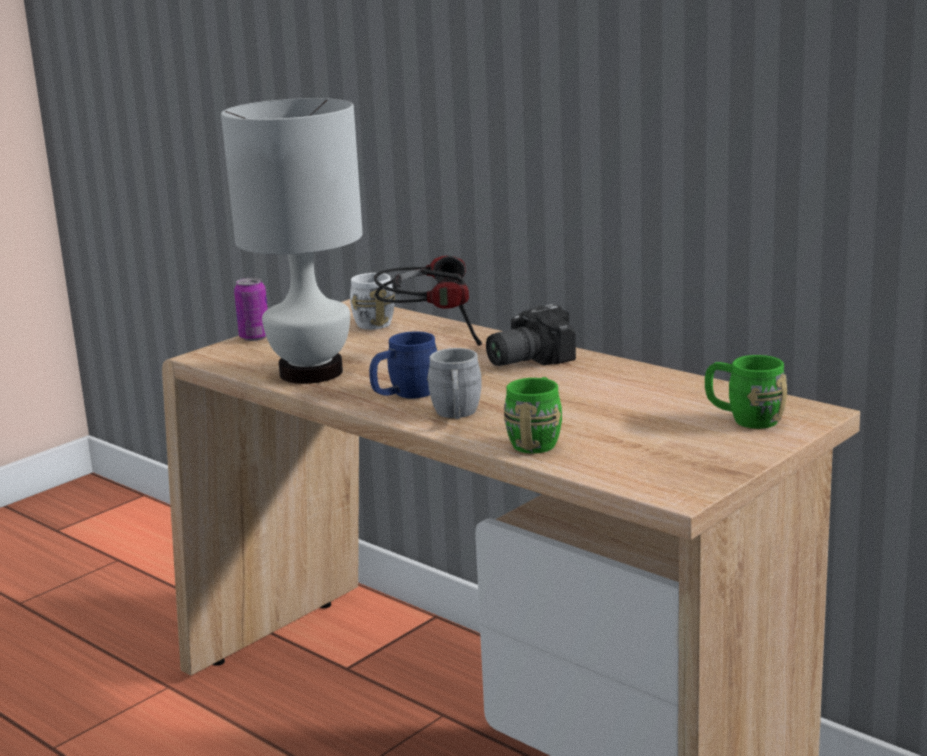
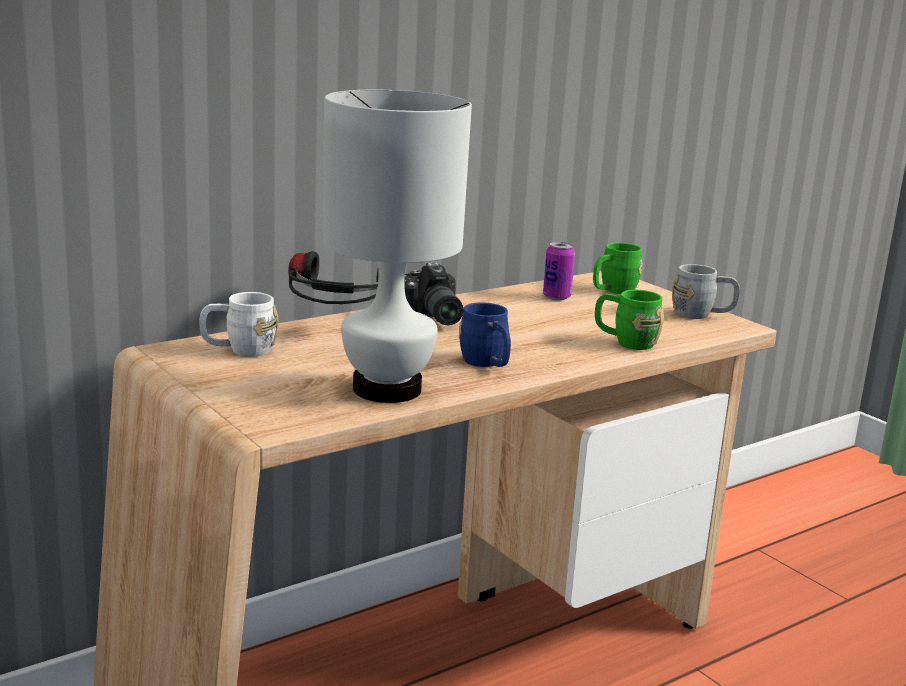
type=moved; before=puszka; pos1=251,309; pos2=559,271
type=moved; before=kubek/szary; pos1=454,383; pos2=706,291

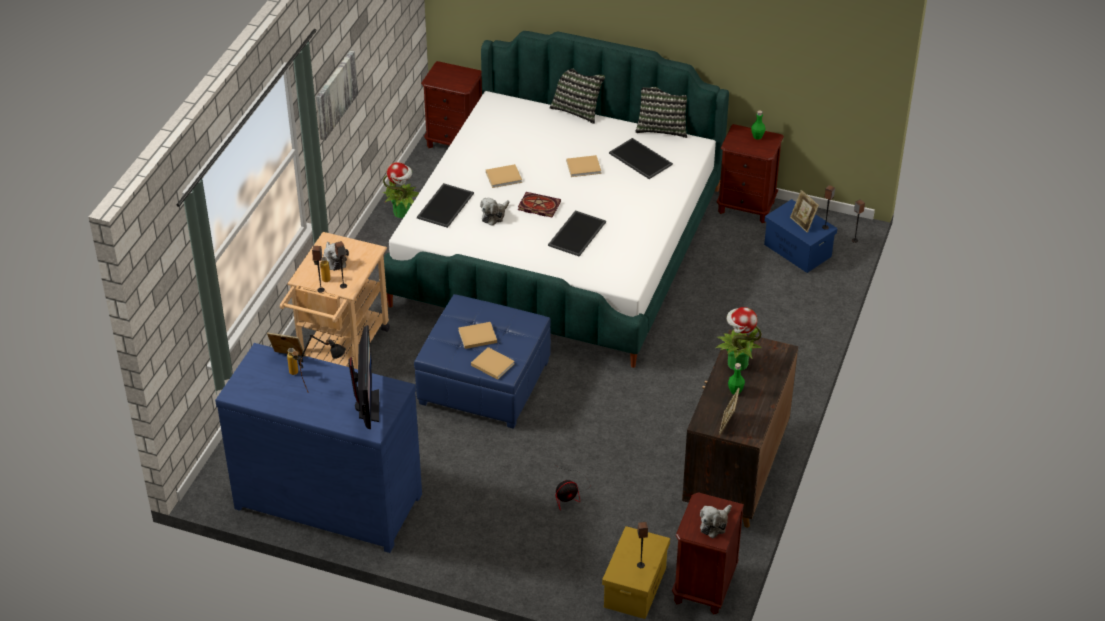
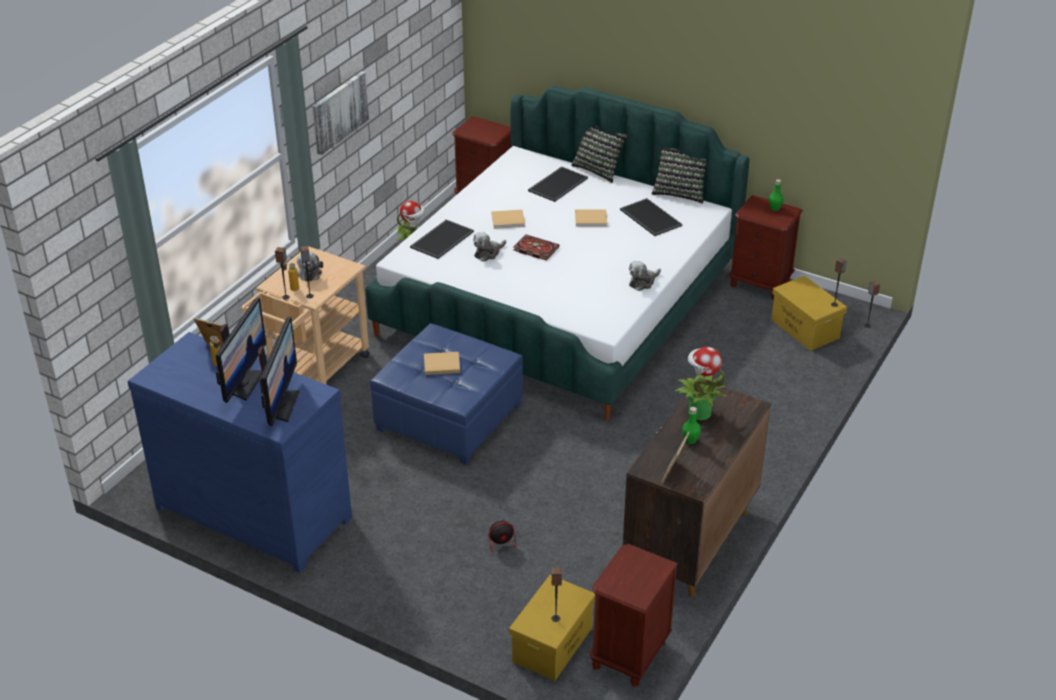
type=removed; before=ramka na zdjęcie; pos1=804,211
type=recoloured; before=pojemnik do przechowywania/niebieski; after=pojemnik do przechowywania/żółty; pos1=800,236; pos2=809,313
type=moved; before=taca; pos1=577,233; pos2=558,184
type=replaced; before=lampa stołowa/czarny; after=monitor; pos1=322,363; pos2=240,350
type=removed; before=książka/beżowy; pos1=493,363
type=moved; before=pluszak; pos1=716,521; pos2=645,276

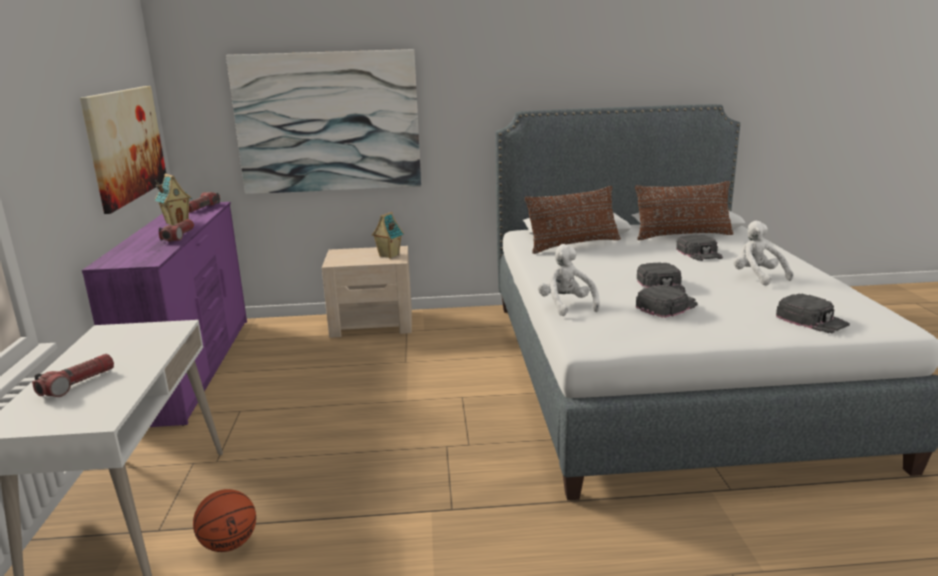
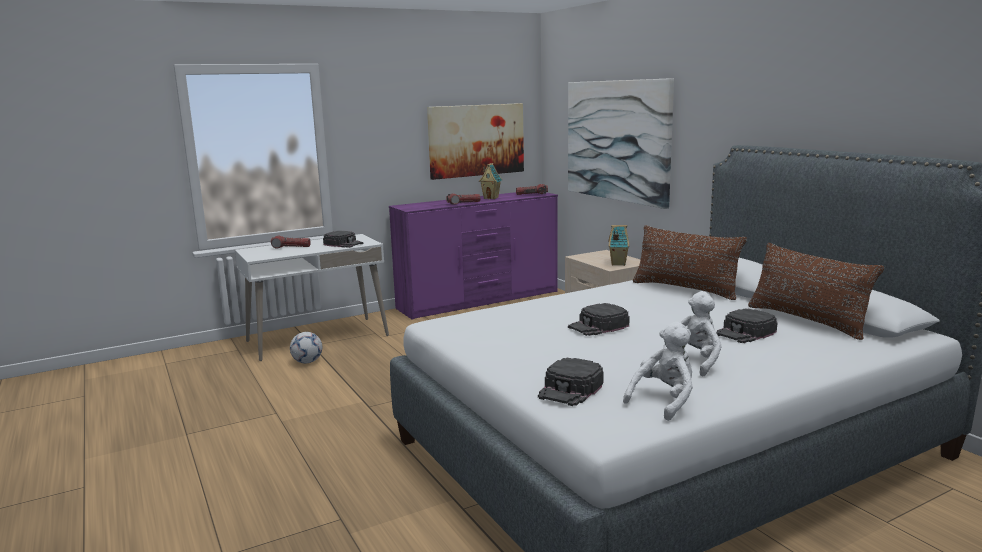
type=moved; before=pluszak/biały; pos1=569,280; pos2=658,371
type=moved; before=czapka z daszkiem/czarny; pos1=667,301; pos2=343,239
type=replaced; before=piłka do koszykówki; after=piłka futbolowa; pos1=224,520; pos2=306,348

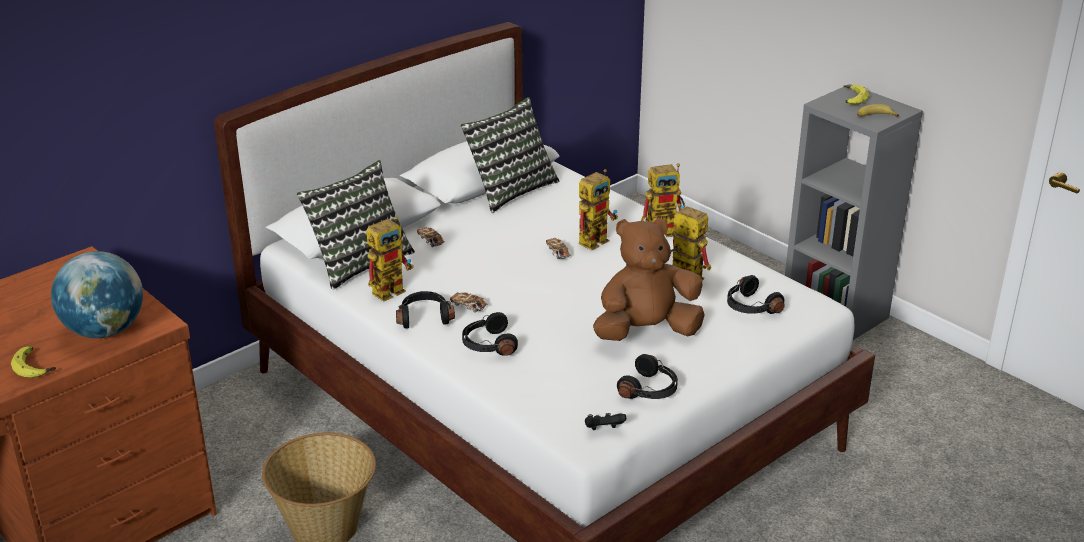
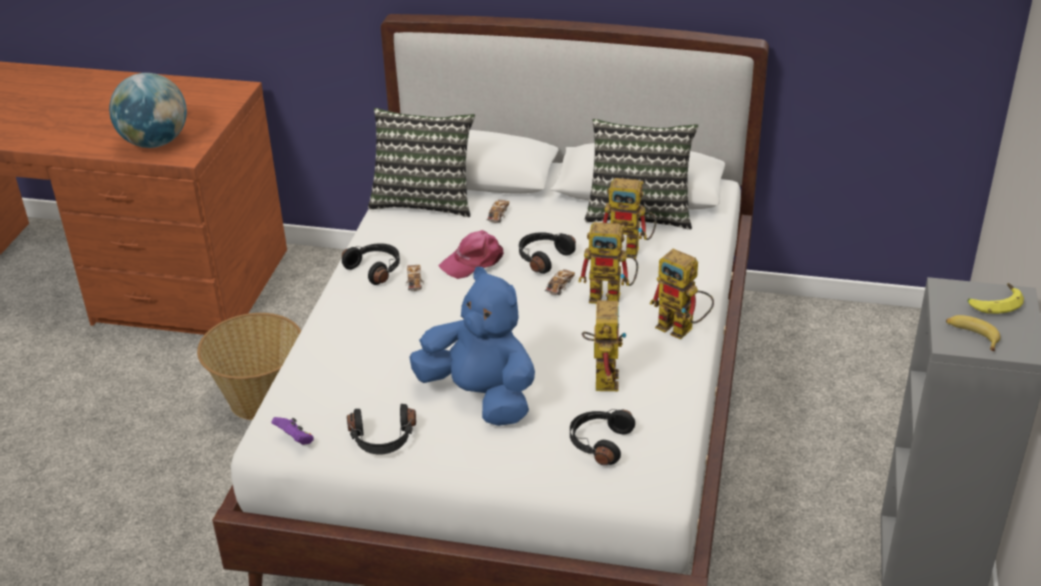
type=moved; before=robot zabawkowy; pos1=390,259; pos2=630,218
type=recoloured; before=pluszak/brązowy; after=pluszak/niebieski; pos1=649,279; pos2=472,346
type=moved; before=słuchawki/czarny; pos1=490,334; pos2=547,253
type=removed; before=banan; pos1=33,362
type=recoloured; before=pad do gier/czarny; after=pad do gier/fioletowy; pos1=605,421; pos2=292,431
type=added; after=czapka z daszkiem/różowy; pos2=471,254

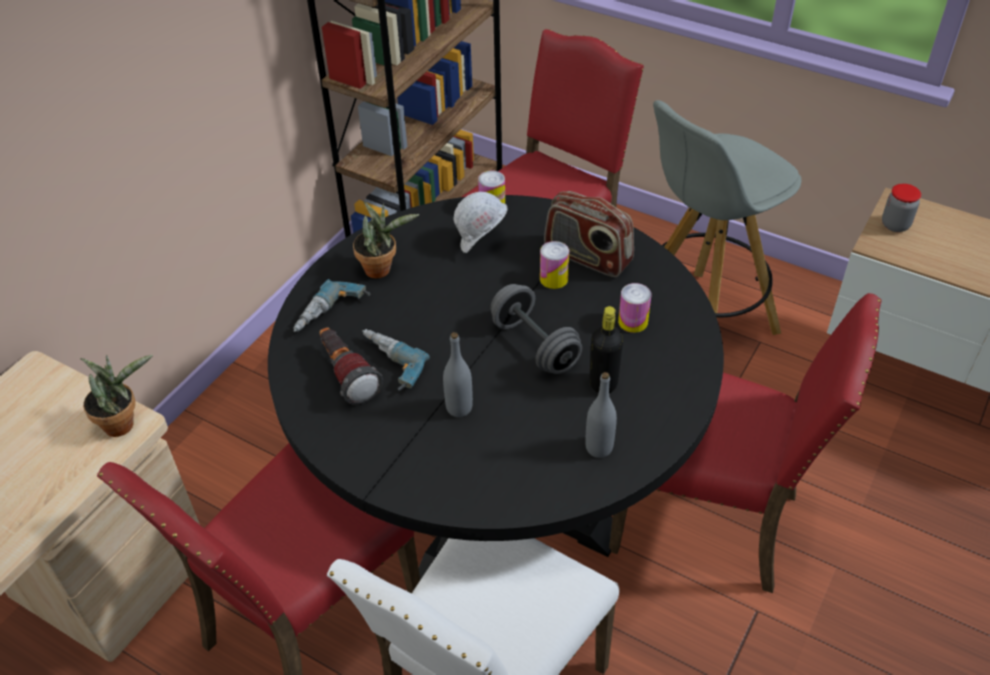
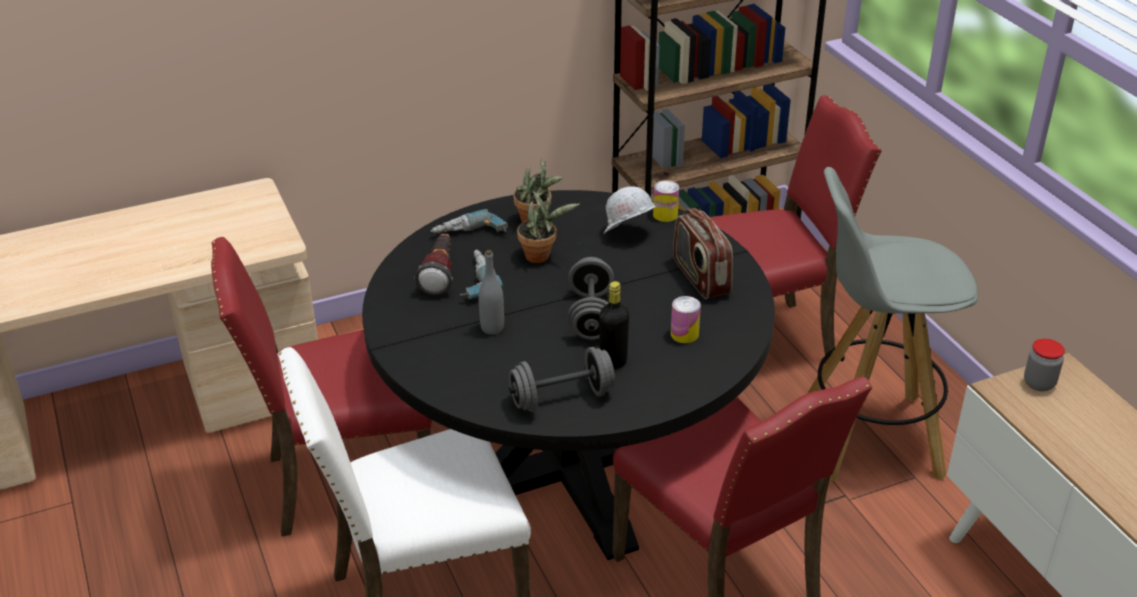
type=removed; before=puszka; pos1=554,265
type=moved; before=roślina doniczkowa; pos1=116,396; pos2=548,227
type=replaced; before=butelka/szary; after=hantel/szary; pos1=601,415; pos2=562,379

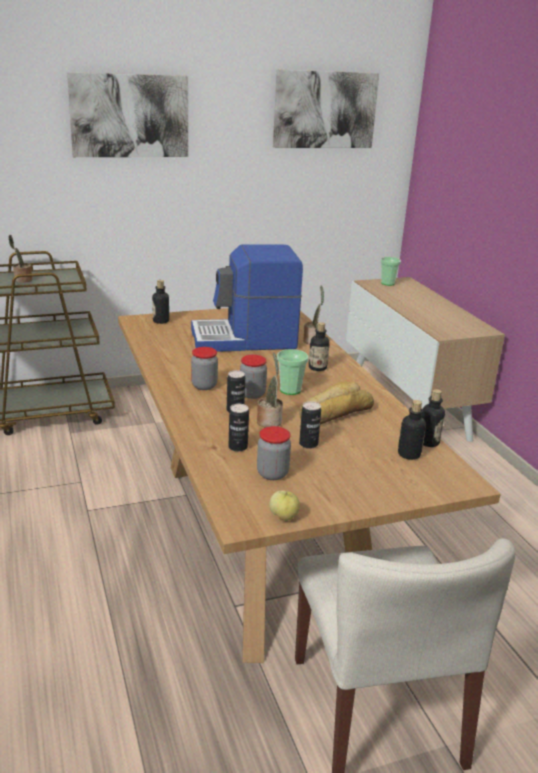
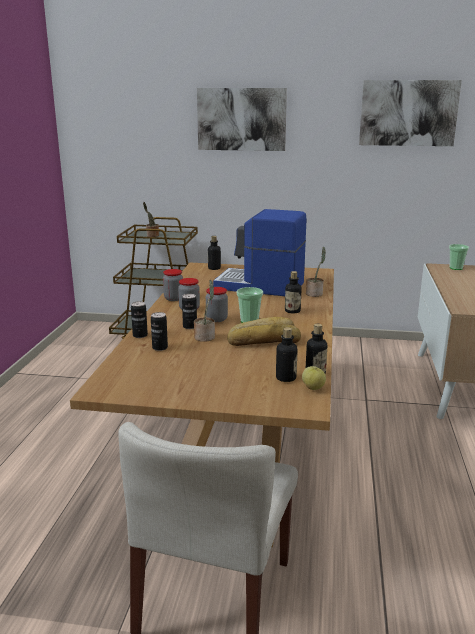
type=moved; before=puszka; pos1=310,425; pos2=139,319
type=moved; before=słoik; pos1=274,453; pos2=173,285
type=moved; before=jabłko; pos1=284,505; pos2=314,378

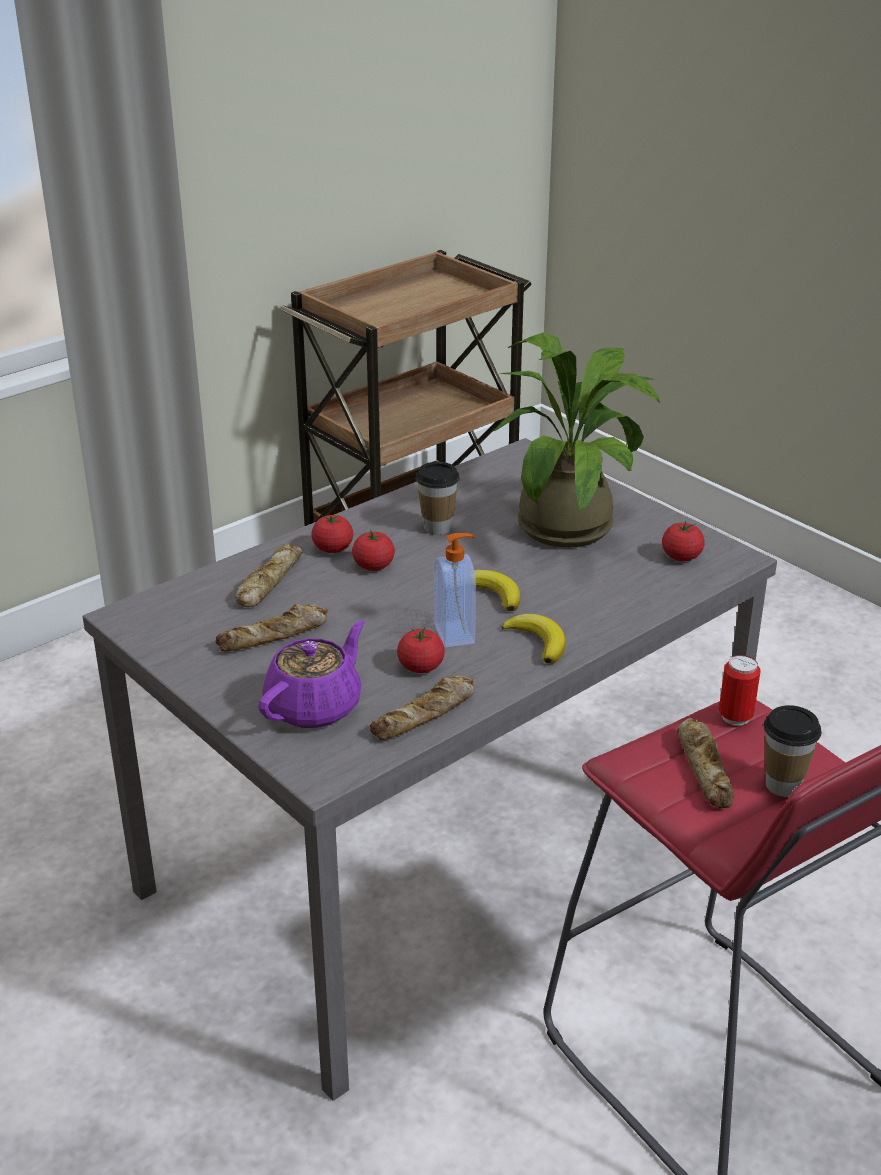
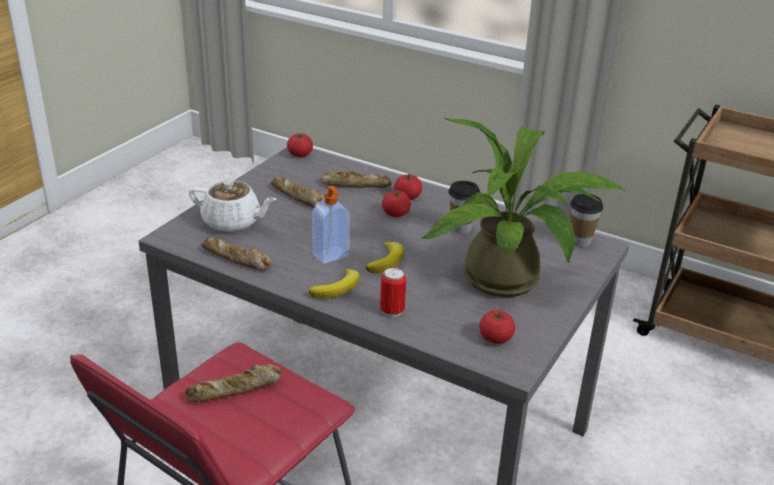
type=recoloured; before=imbryk/fioletowy; after=imbryk/biały; pos1=311,674; pos2=233,206
type=moved; before=pomidor; pos1=421,650; pos2=300,145
type=moved; before=puszka; pos1=740,690; pos2=393,292
type=moved; before=filiżanka; pos1=792,751; pos2=586,220

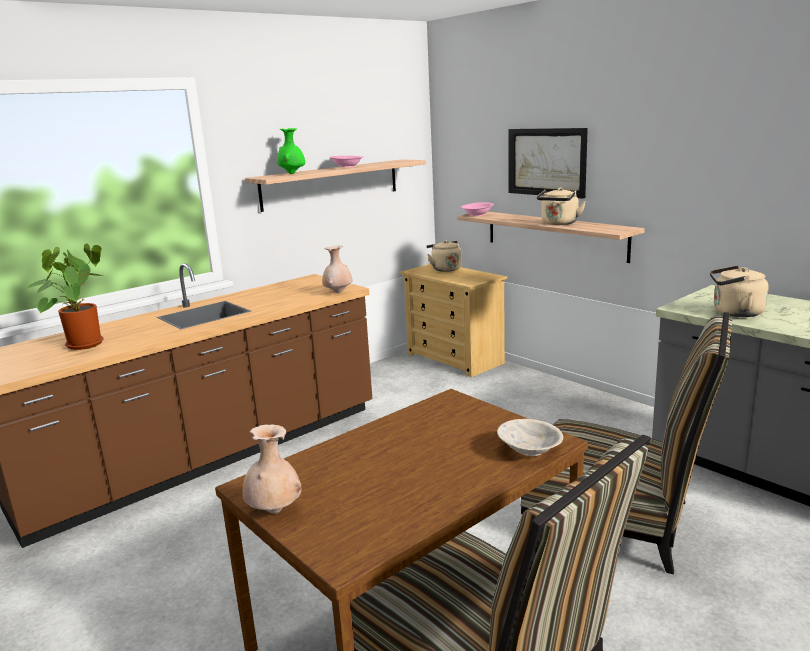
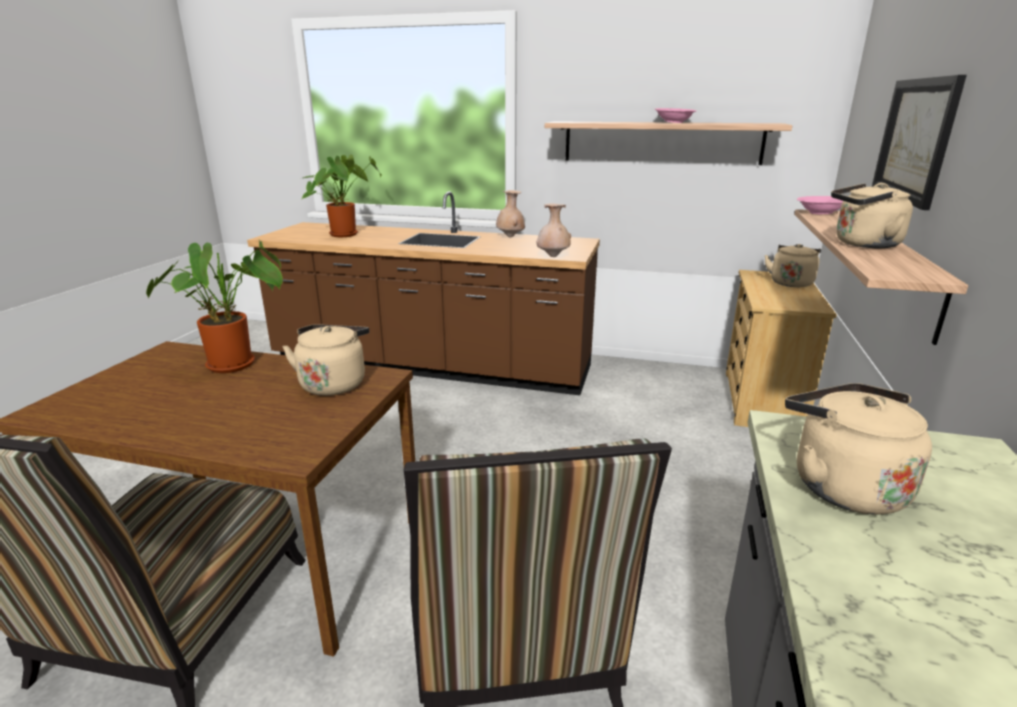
type=removed; before=wazon/zielony; pos1=291,151
type=removed; before=miska/beżowy; pos1=530,437
type=moved; before=wazon/beżowy; pos1=271,469; pos2=510,214
type=added; after=roślina doniczkowa; pos2=214,306
type=added; after=czajnik/beżowy; pos2=325,360

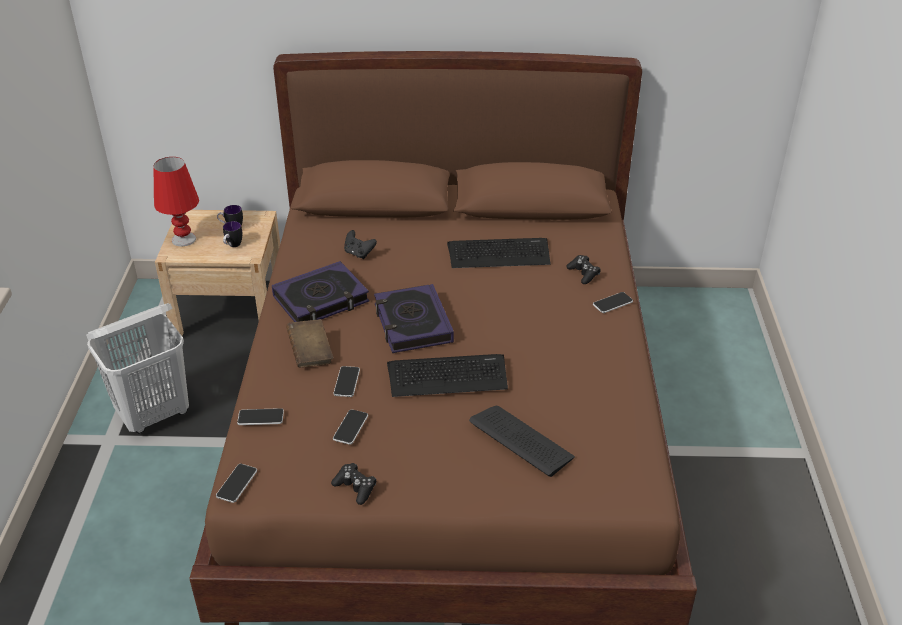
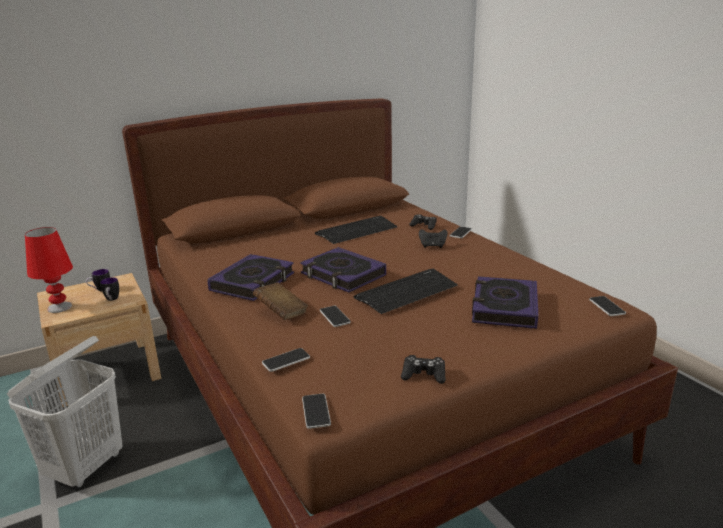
type=moved; before=pad do gier/czarny; pos1=360,244; pos2=433,238
type=replaced; before=klawiatura; after=książka; pos1=522,441; pos2=505,302
type=moved; before=telefon; pos1=350,426; pos2=607,306

